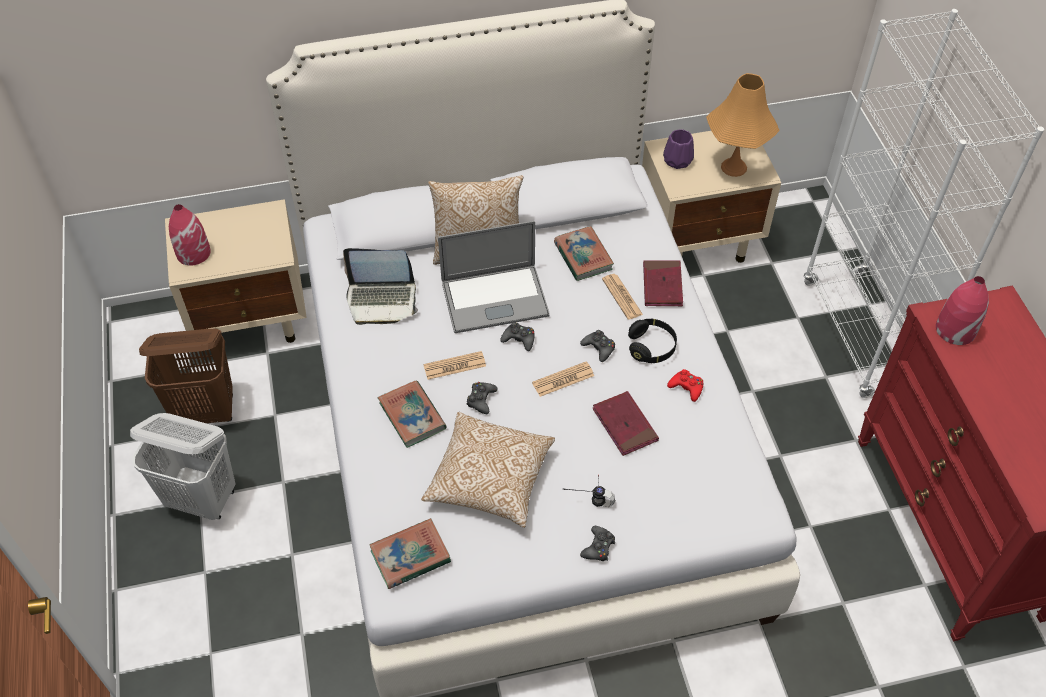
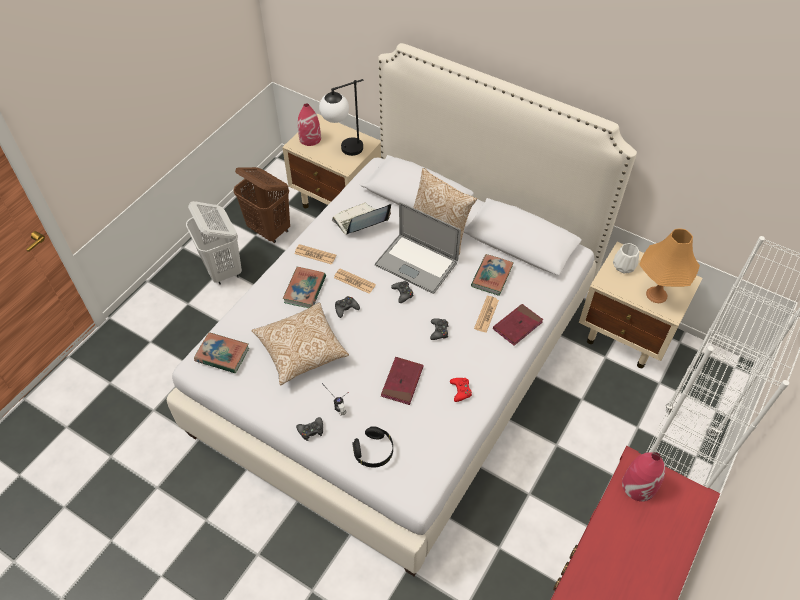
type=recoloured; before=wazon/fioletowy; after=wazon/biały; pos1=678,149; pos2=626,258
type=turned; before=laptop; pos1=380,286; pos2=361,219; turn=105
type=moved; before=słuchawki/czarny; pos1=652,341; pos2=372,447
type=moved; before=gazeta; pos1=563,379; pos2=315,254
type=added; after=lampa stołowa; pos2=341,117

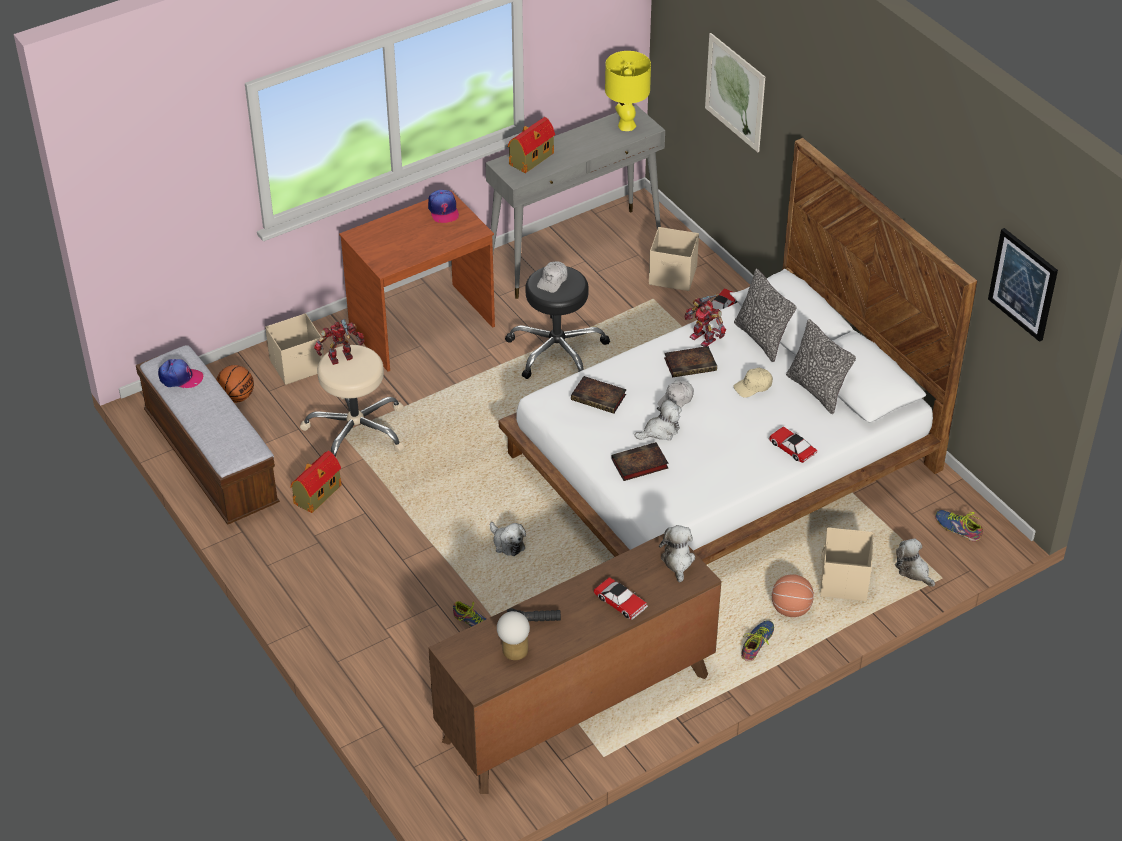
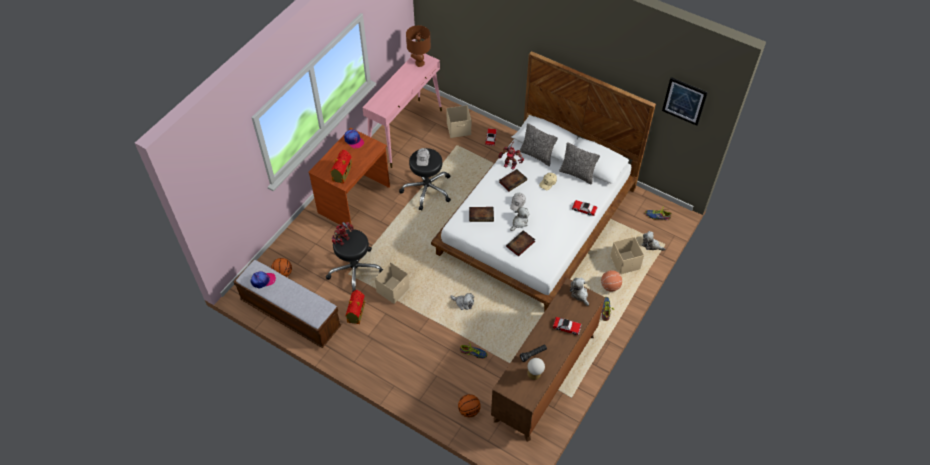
type=removed; before=obraz; pos1=735,92
type=recoloured; before=lampa stołowa/żółty; after=lampa stołowa/brązowy; pos1=628,91; pos2=418,46
type=recoloured; before=stolik konsolowy/szary; after=stolik konsolowy/różowy; pos1=575,202; pos2=402,111
type=moved; before=domek; pos1=531,145; pos2=341,167
type=moved; before=pojemnik do przechowywania/beżowy; pos1=294,349; pos2=392,283
type=recoloured; before=stołek/beżowy; after=stołek/czarny; pos1=352,402; pos2=354,260
type=added; after=piłka do koszykówki; pos2=469,405

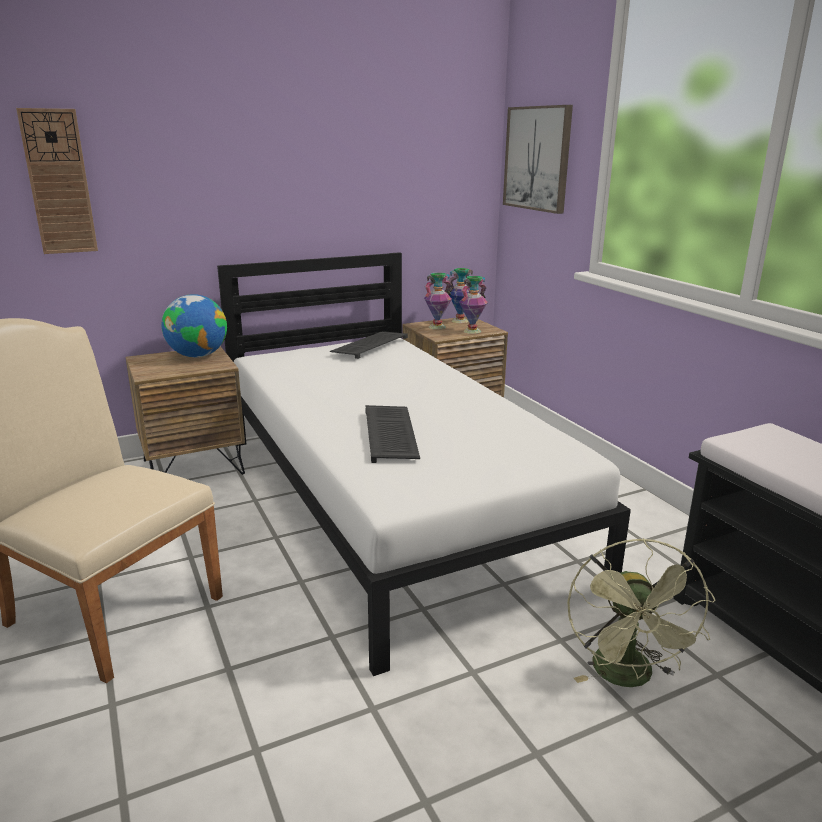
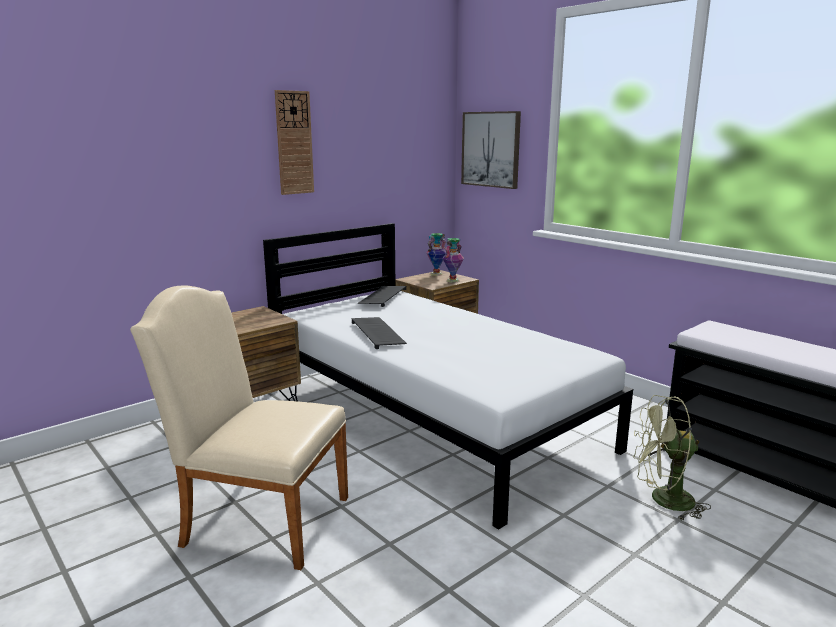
type=moved; before=zegar ścienny; pos1=57,181; pos2=294,142
type=removed; before=wazon; pos1=438,300
type=removed; before=globus; pos1=194,325
type=moved; before=klawiatura; pos1=392,434; pos2=379,333
type=turned; before=wentylator/zielony; pos1=641,612; pos2=671,458; turn=105

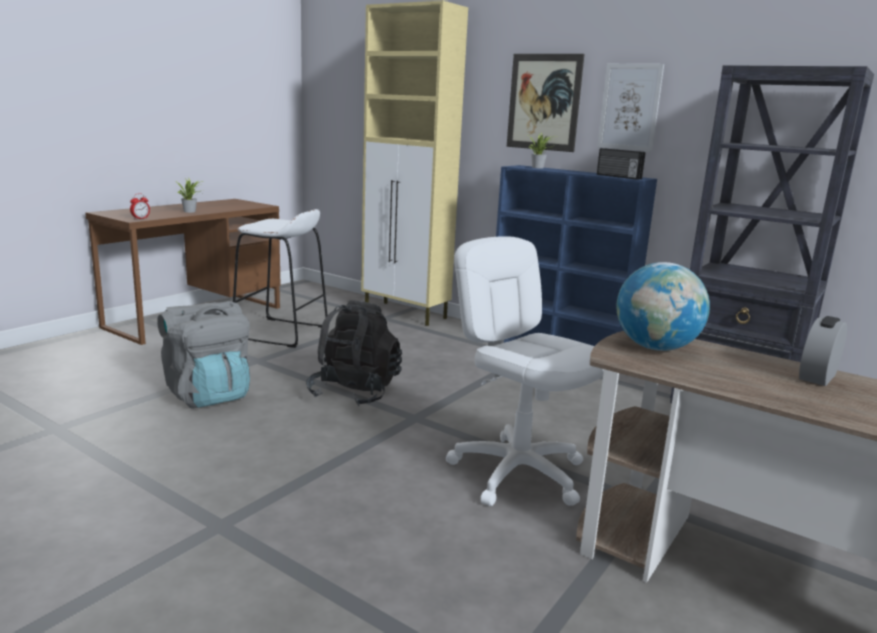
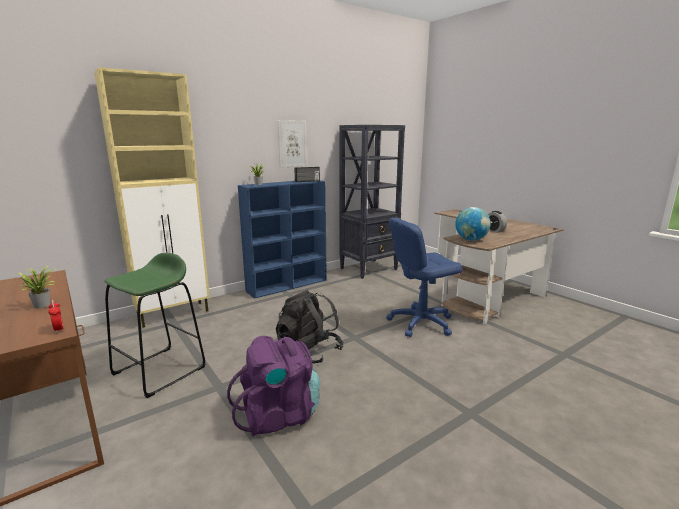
type=removed; before=obraz; pos1=546,103
type=recoloured; before=stołek/biały; after=stołek/zielony; pos1=280,278; pos2=154,325
type=recoloured; before=krzesło biurowe/biały; after=krzesło biurowe/niebieski; pos1=525,371; pos2=424,277
type=recoloured; before=plecak/szary; after=plecak/fioletowy; pos1=203,355; pos2=273,386

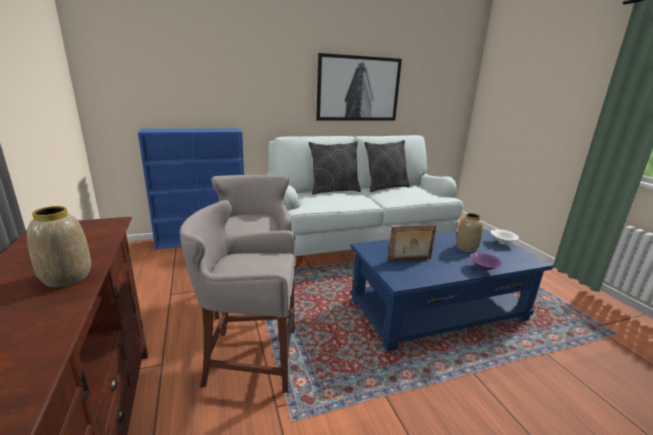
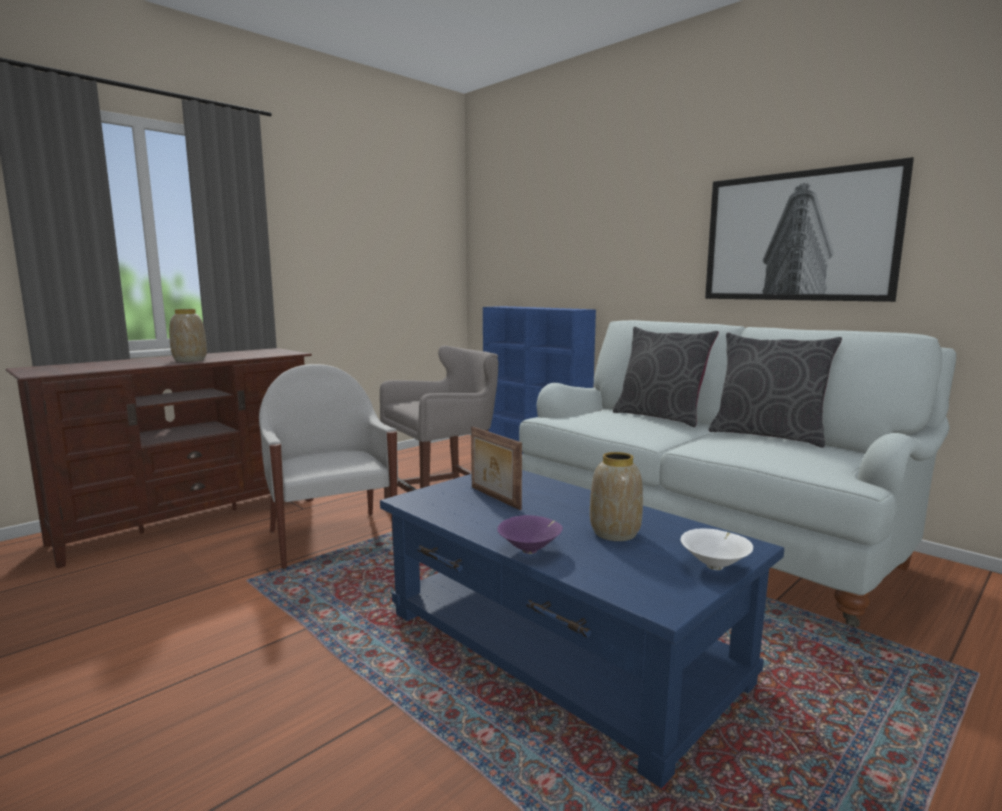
type=replaced; before=stołek/szary; after=fotel/biały; pos1=238,296; pos2=328,466

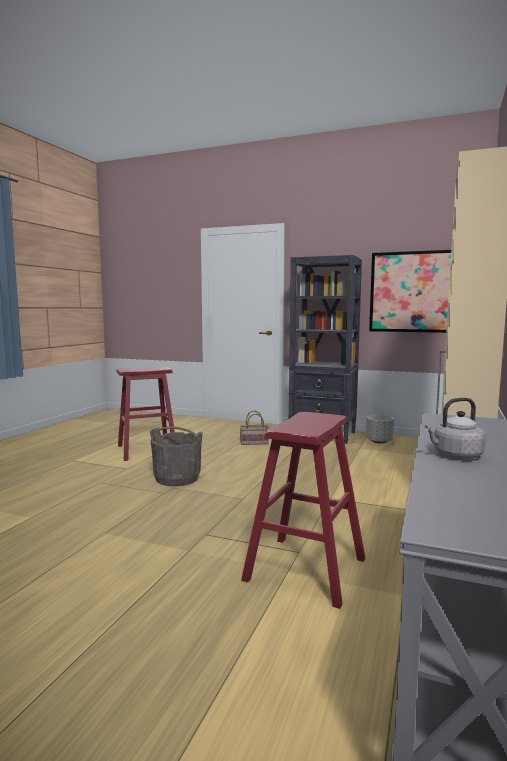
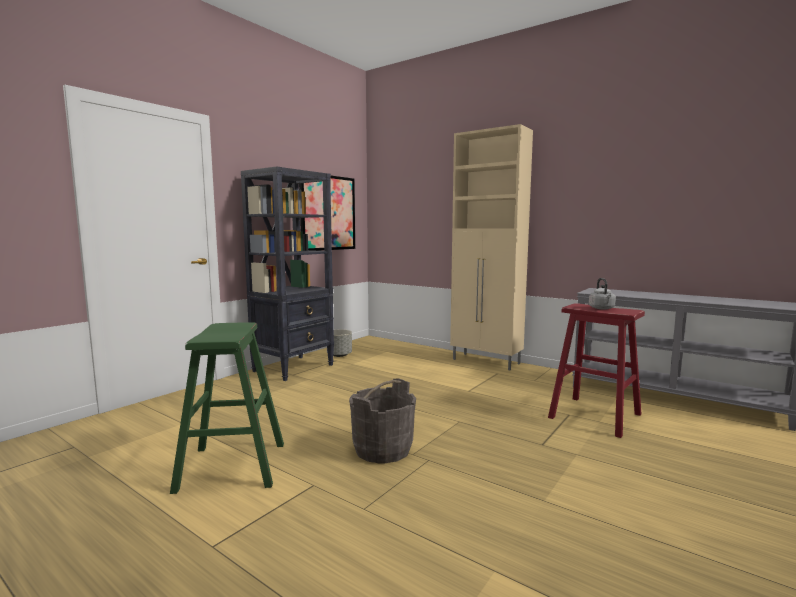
type=recoloured; before=stołek/czerwony; after=stołek/zielony; pos1=146,413; pos2=227,408
type=moved; before=czajnik/szary; pos1=455,428; pos2=602,294
type=removed; before=koszyk; pos1=254,427

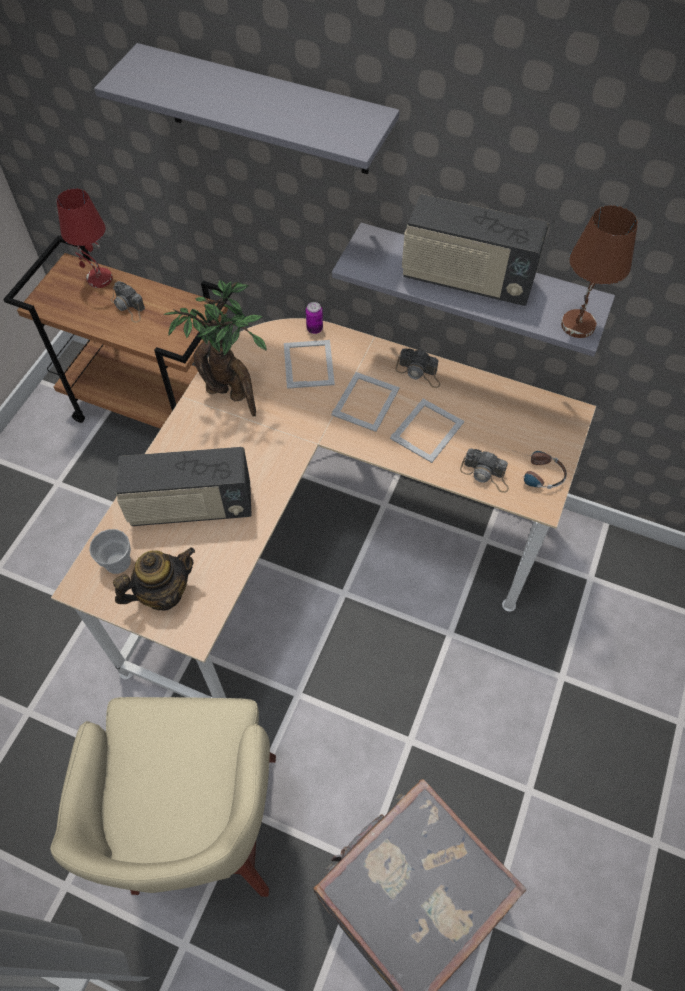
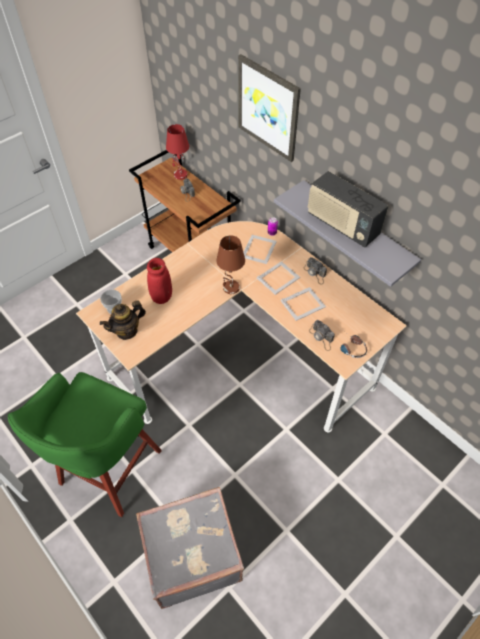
type=replaced; before=półka/szary; after=obraz; pos1=247,108; pos2=269,108
type=moved; before=lampa stołowa/brązowy; pos1=599,271; pos2=230,264
type=removed; before=roślina doniczkowa; pos1=215,348
type=replaced; before=radio; after=wazon/czerwony; pos1=184,486; pos2=159,281
type=turned; before=imbryk; pos1=154,579; pos2=123,320; turn=150
type=recoloured; before=stołek/beżowy; after=stołek/zielony; pos1=163,797; pos2=85,444

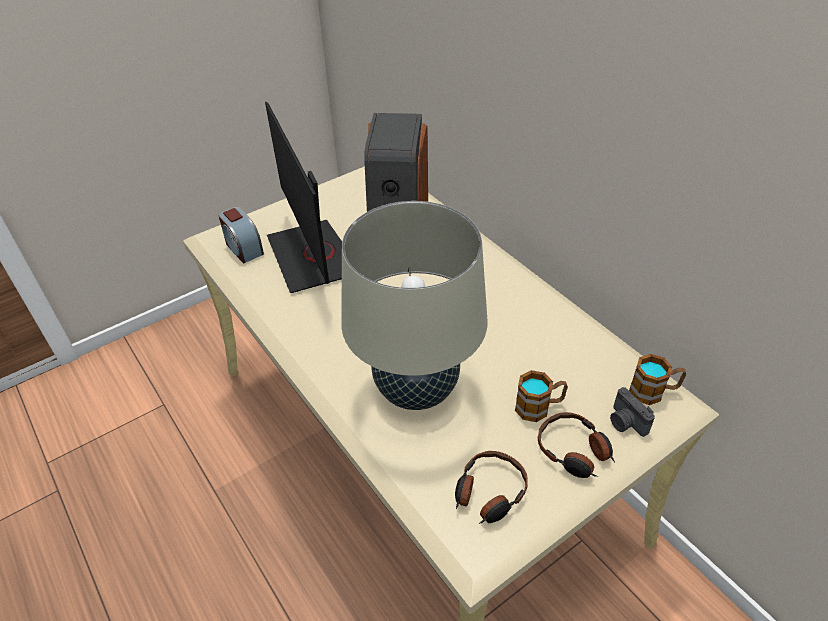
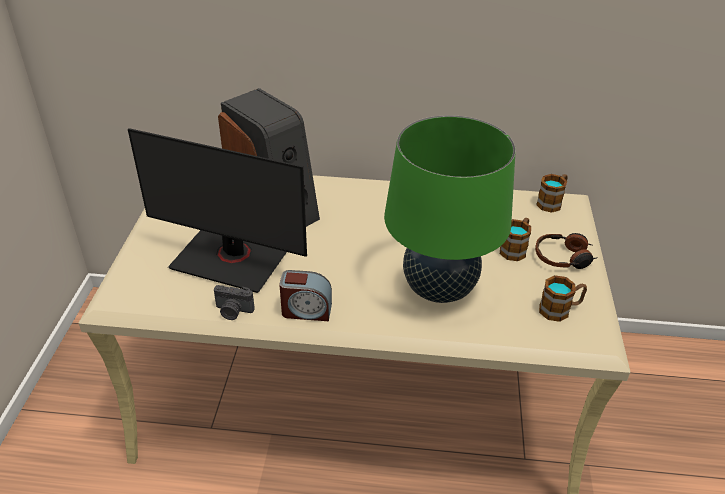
type=recoloured; before=lampa stołowa/beżowy; after=lampa stołowa/zielony; pos1=414,305; pos2=450,209
type=moved; before=budzik; pos1=241,235; pos2=305,295
type=moved; before=aparat fotograficzny; pos1=632,412; pos2=234,302
type=replaced; before=słuchawki; after=kubek; pos1=491,487; pos2=563,298

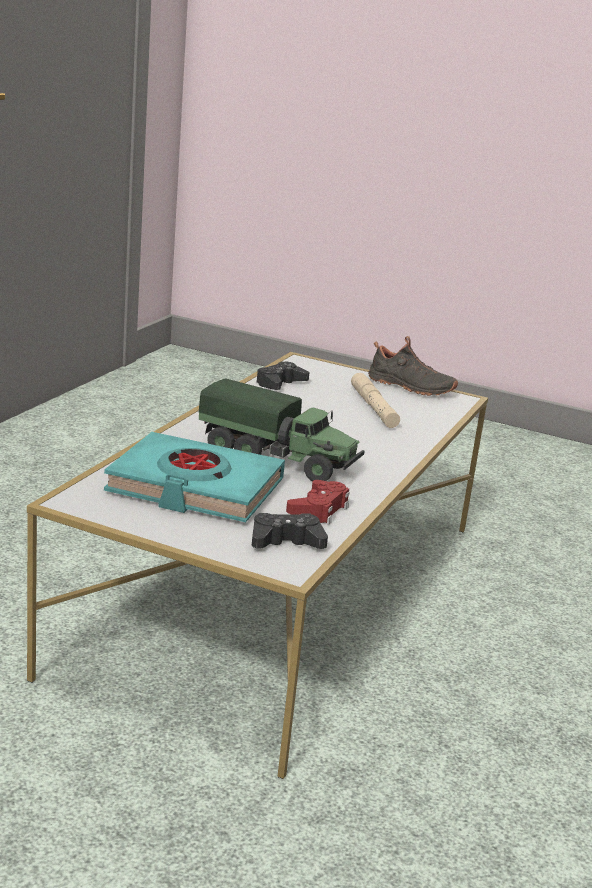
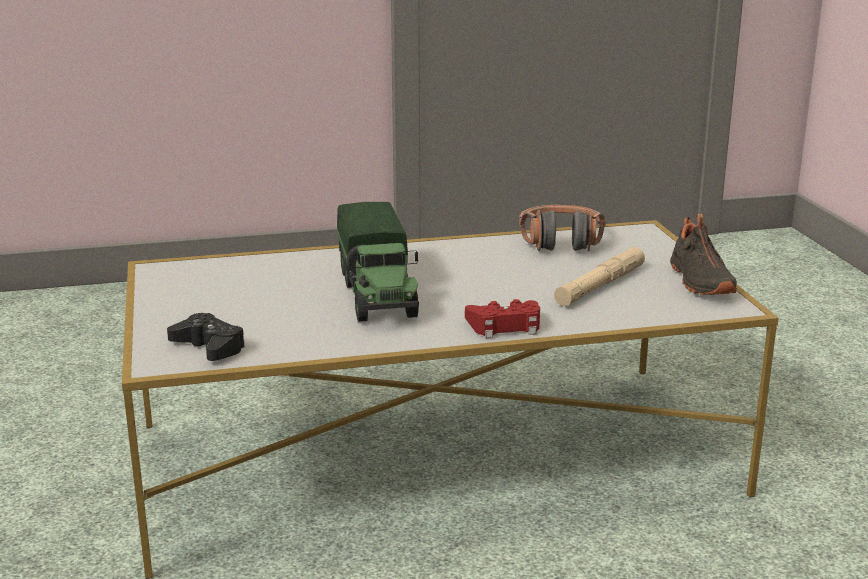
type=replaced; before=pad do gier/czarny; after=słuchawki; pos1=283,376; pos2=562,228
type=removed; before=książka/turkusowy; pos1=194,477
type=moved; before=pad do gier/czerwony; pos1=318,502; pos2=502,318

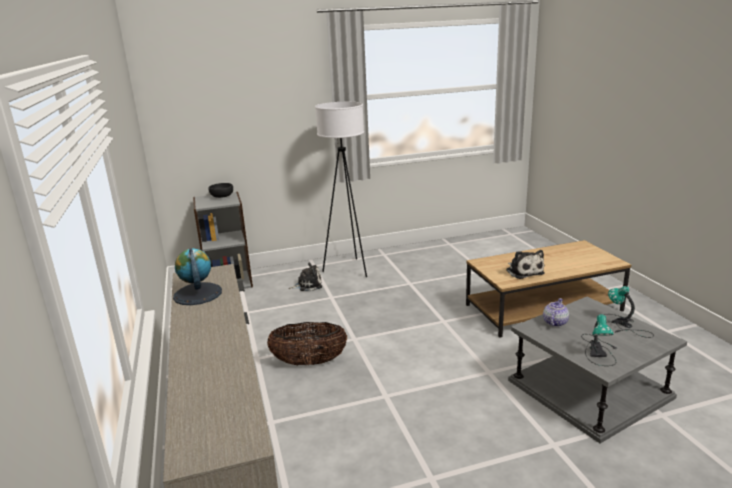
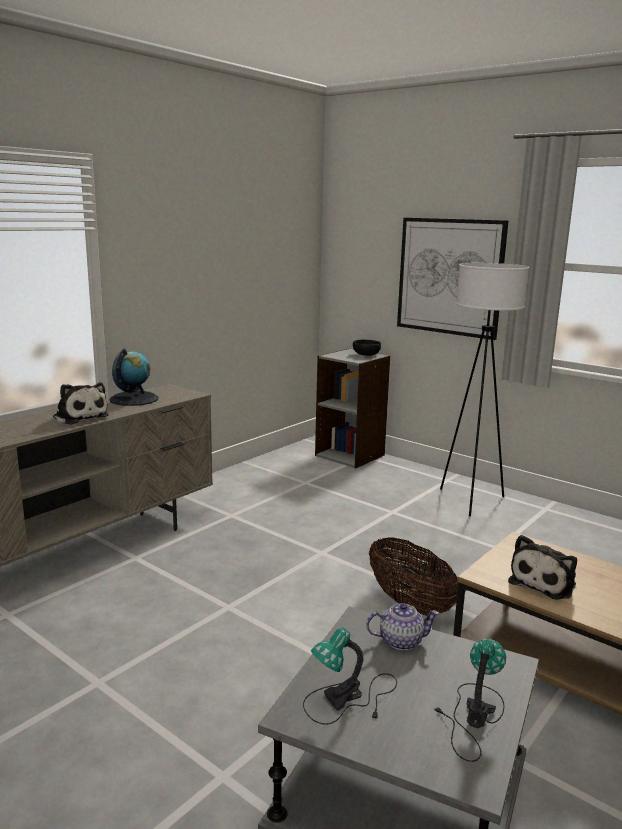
type=moved; before=pluszak; pos1=305,277; pos2=81,403
type=moved; before=koszyk; pos1=307,344; pos2=413,576
type=added; after=obraz; pos2=452,279

